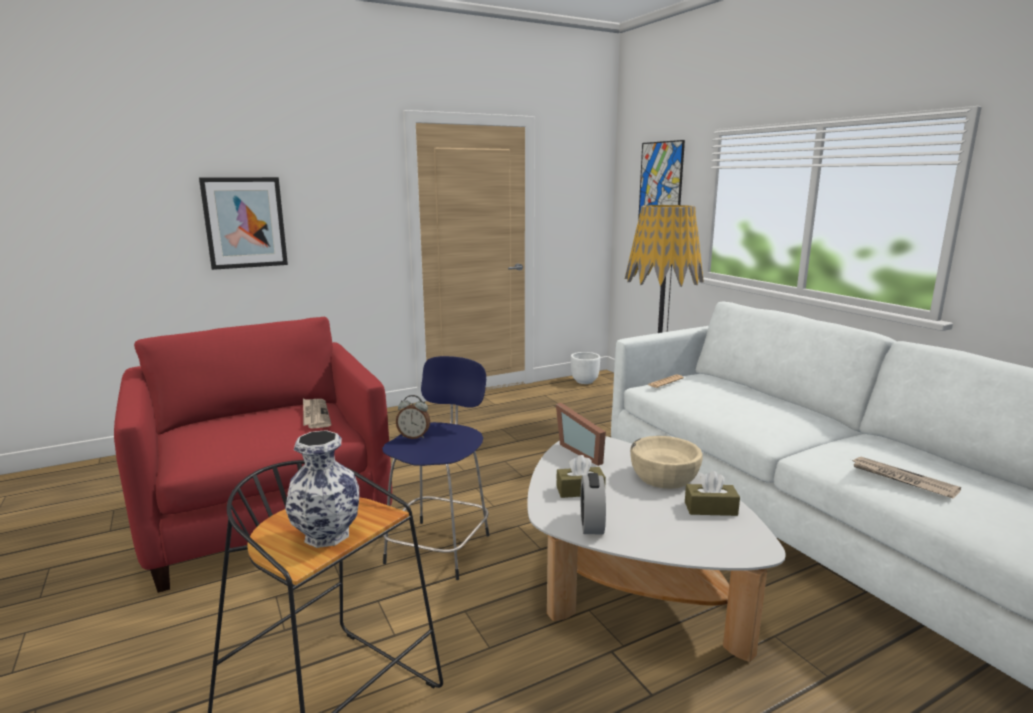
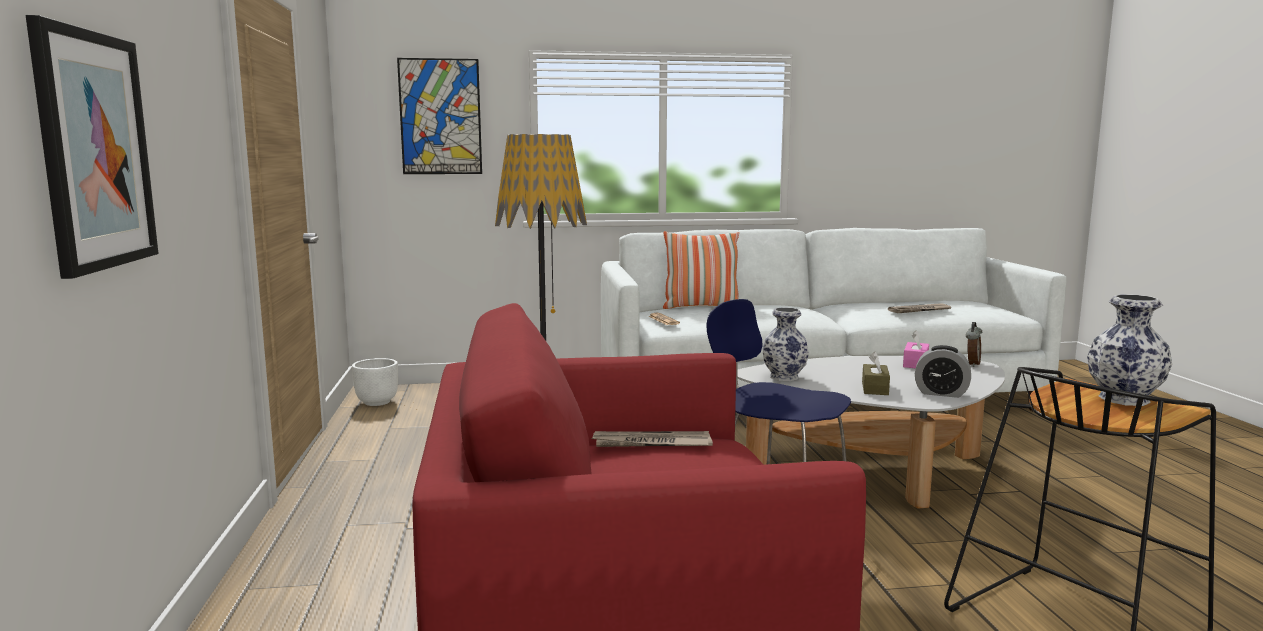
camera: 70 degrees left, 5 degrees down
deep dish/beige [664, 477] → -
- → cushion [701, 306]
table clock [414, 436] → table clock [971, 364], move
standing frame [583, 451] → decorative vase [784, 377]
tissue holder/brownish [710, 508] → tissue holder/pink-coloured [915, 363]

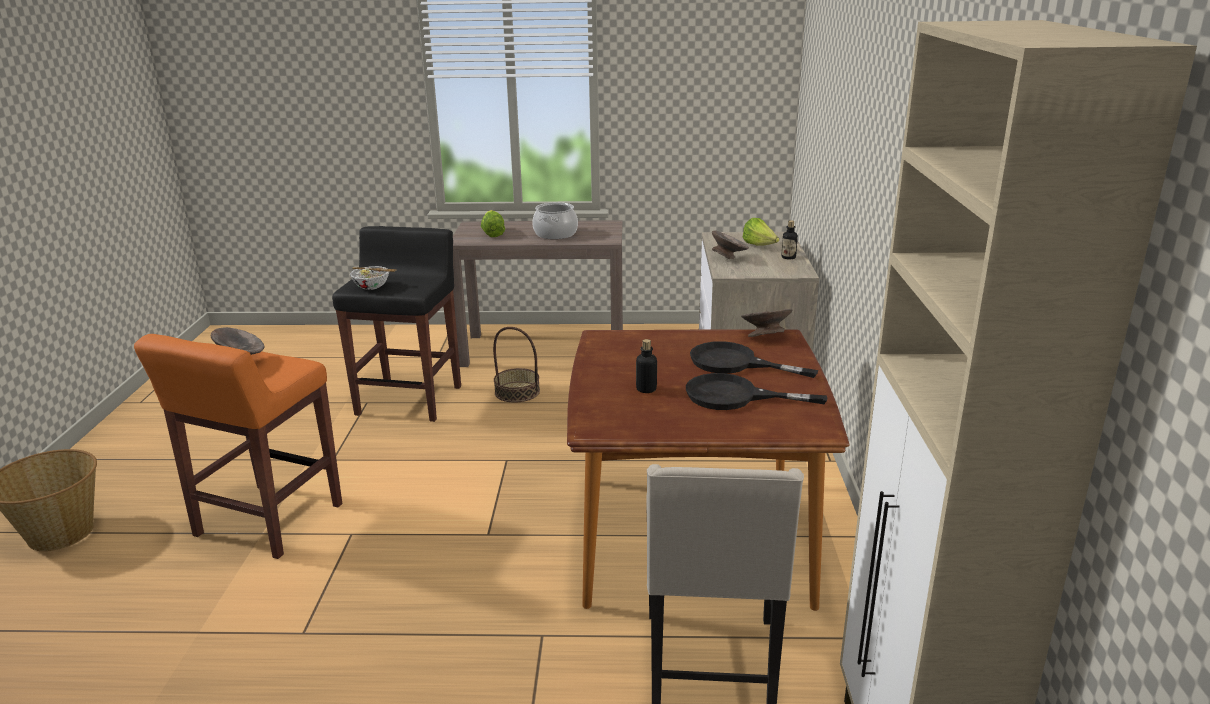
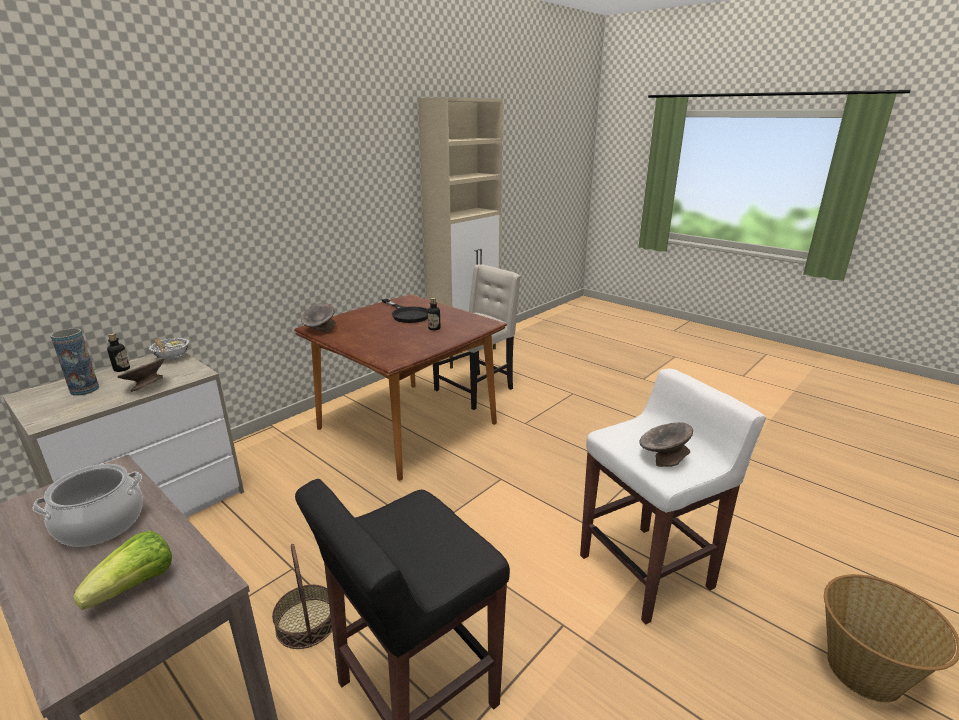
camera: 140 degrees left, 0 degrees up
skillet/black-coloured [734, 363] → -
deep dish [372, 287] → deep dish [172, 358], move
head of lettuce [759, 246] → decorative vase [84, 389]
stool seat/orangey [267, 521] → stool seat/white-coloured [647, 571]

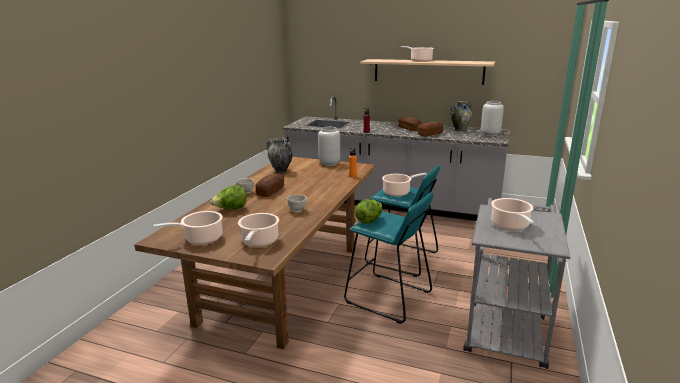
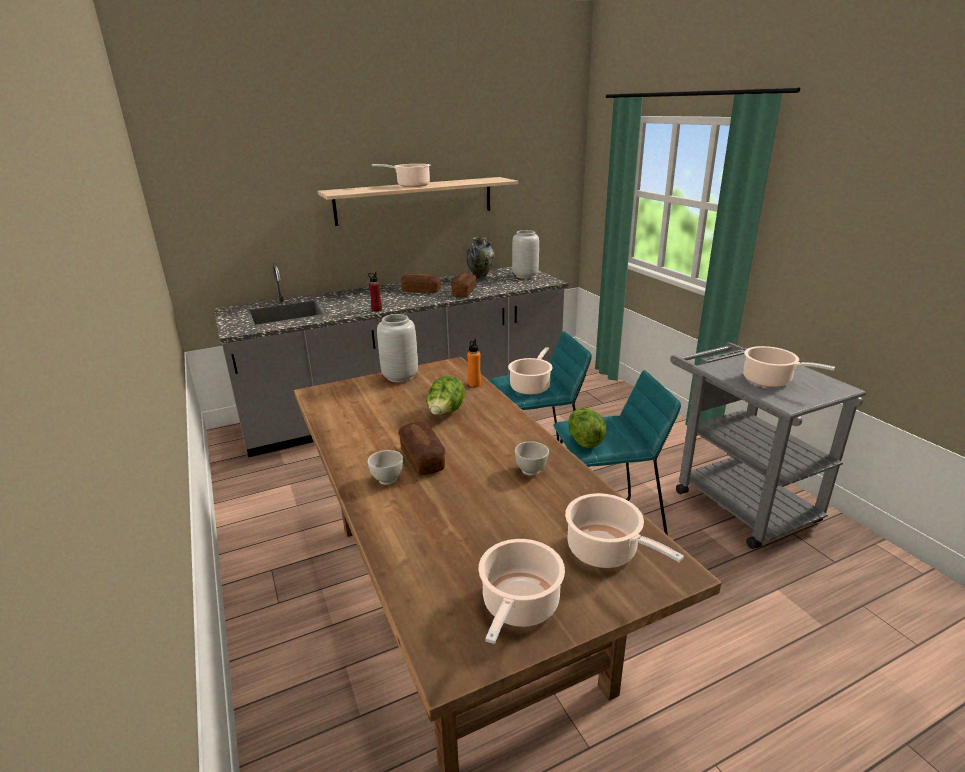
camera: 45 degrees left, 5 degrees up
decorative vase [281, 171] → -
head of lettuce [231, 209] → head of lettuce [445, 413], move

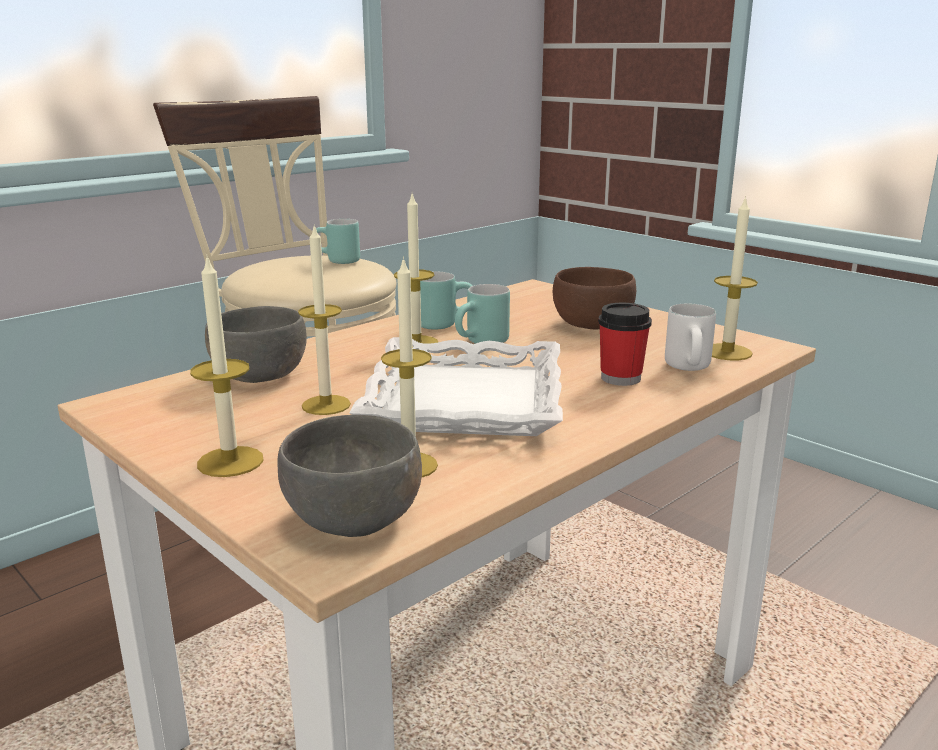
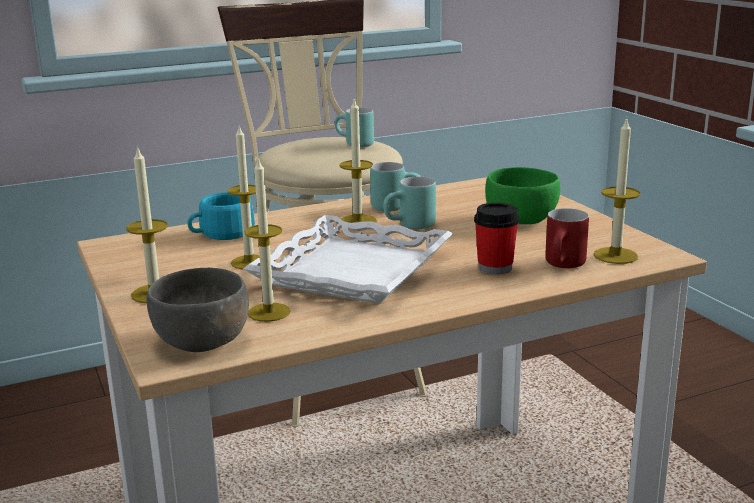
camera: 20 degrees right, 0 degrees up
deep dish/greyish [258, 375] → small cup/blue-green [221, 234]
deep dish/brownish [593, 324] → deep dish/green [522, 219]
tea mug/white-coloured [692, 369] → tea mug/red [565, 266]

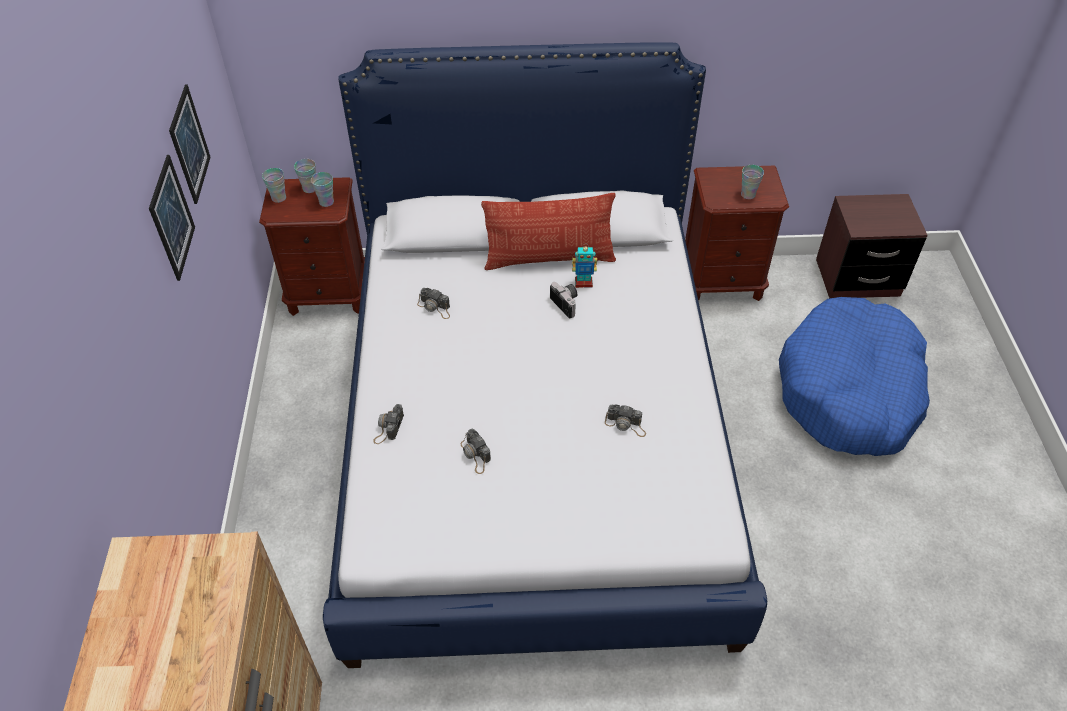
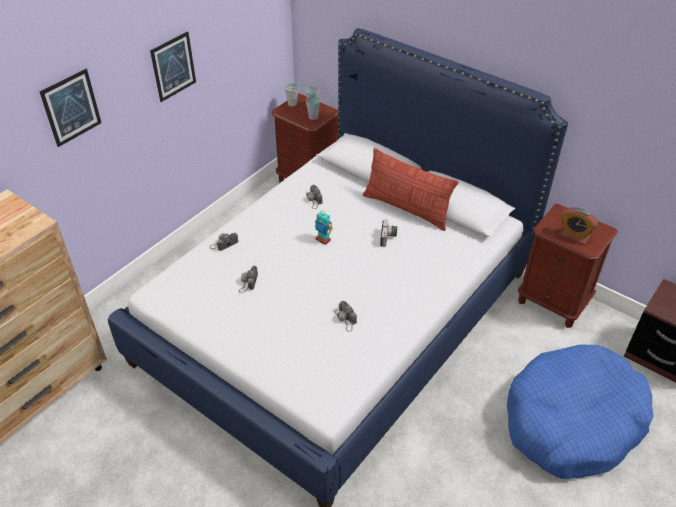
camera: 40 degrees right, 5 degrees down
wall art [189, 144] → wall art [71, 107], move
model robot [583, 283] → model robot [323, 239], move
small cup [748, 195] → table clock [573, 236]

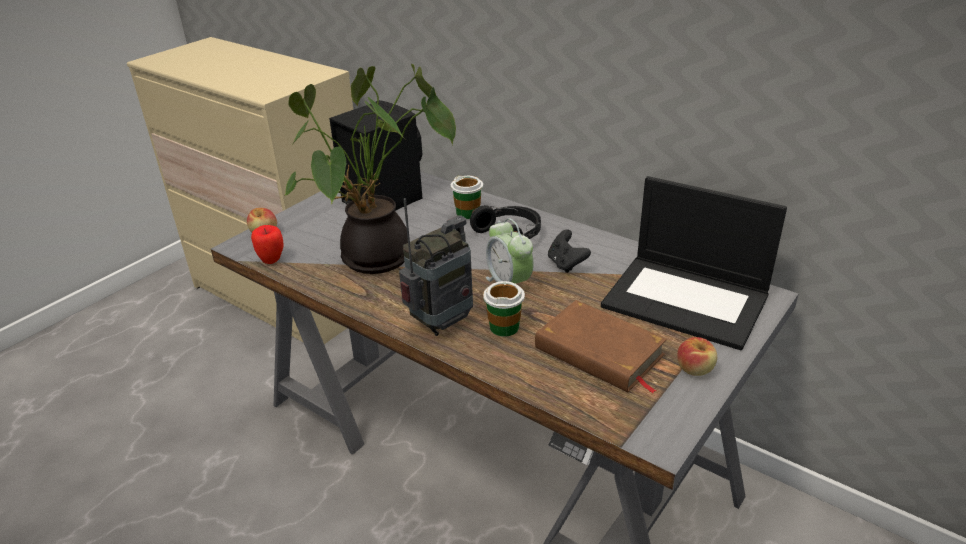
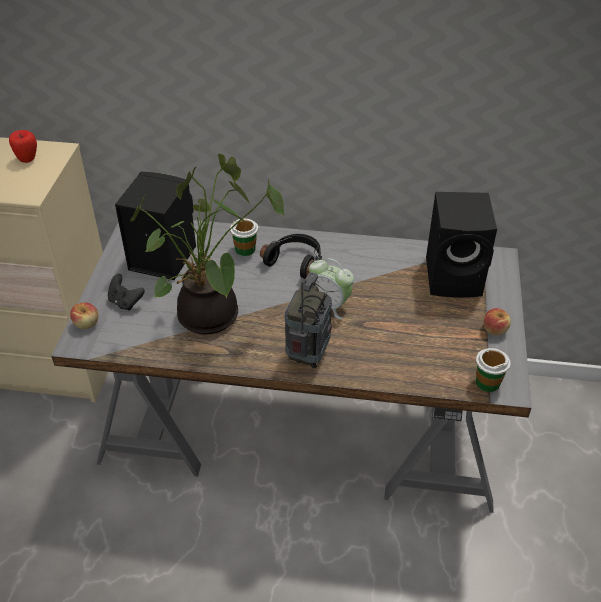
camera: 30 degrees left, 10 degrees up
bound book/brownish [599, 352] → -
whole apple [271, 260] → whole apple [27, 159], move
small cup [504, 327] → small cup [487, 382], move
gamepad/black-coloured [566, 264] → gamepad/black-coloured [125, 302], move
laptop [687, 300] → audio speaker/black-coloured [456, 277]

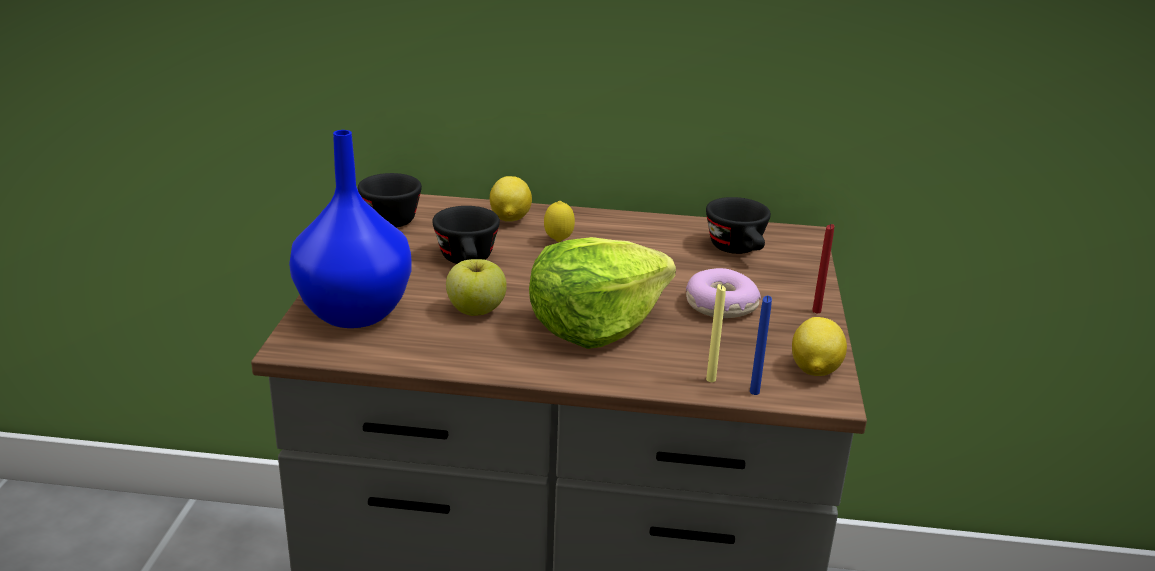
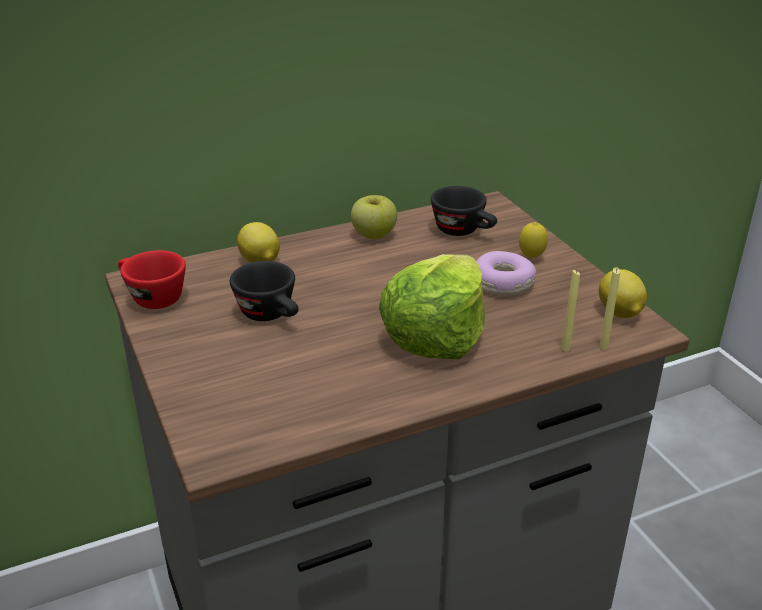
camera: 30 degrees left, 5 degrees up
decorative vase/blue-coloured [356, 312] → -
candle/red [816, 311] → -
whole apple [476, 310] → whole apple [373, 235], move
lemon [558, 241] → lemon [531, 258], move
small cup/black-coloured [388, 217] → small cup/red [151, 297]
candle/blue-coloured [754, 392] → candle/yellow [603, 347]

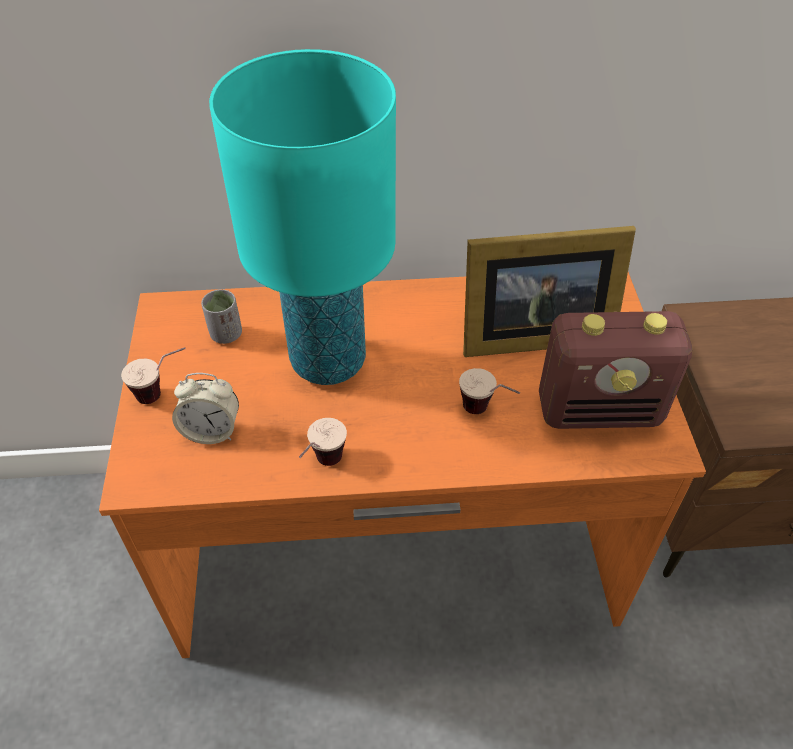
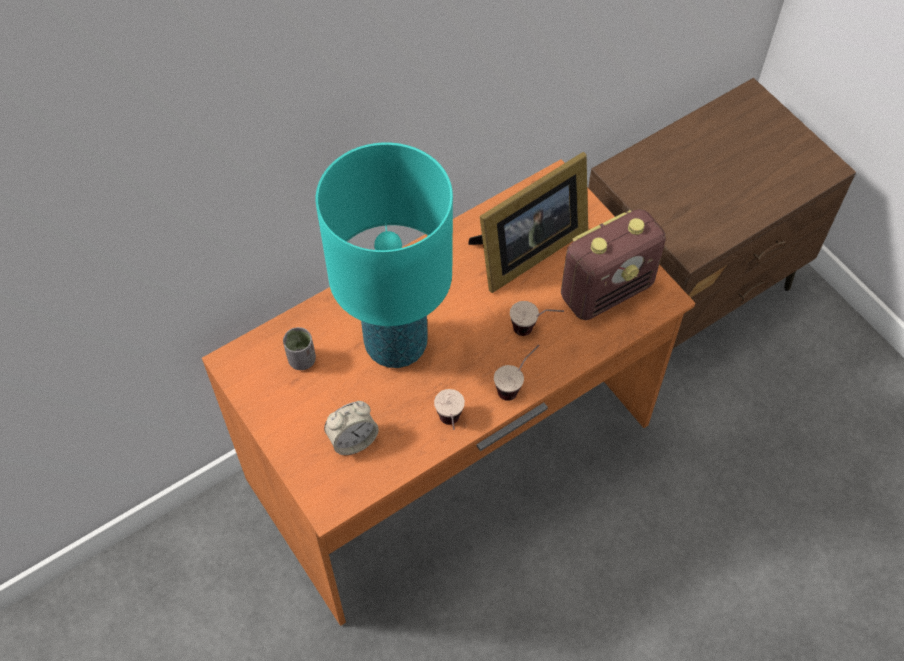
camera: 30 degrees left, 10 degrees up
small cup [163, 393] → small cup [516, 385], move

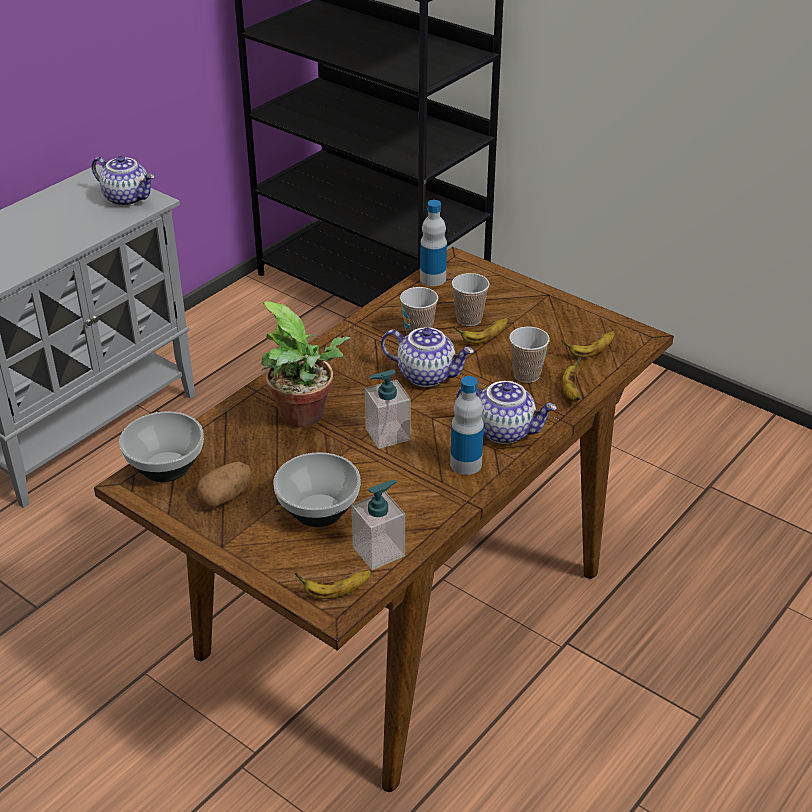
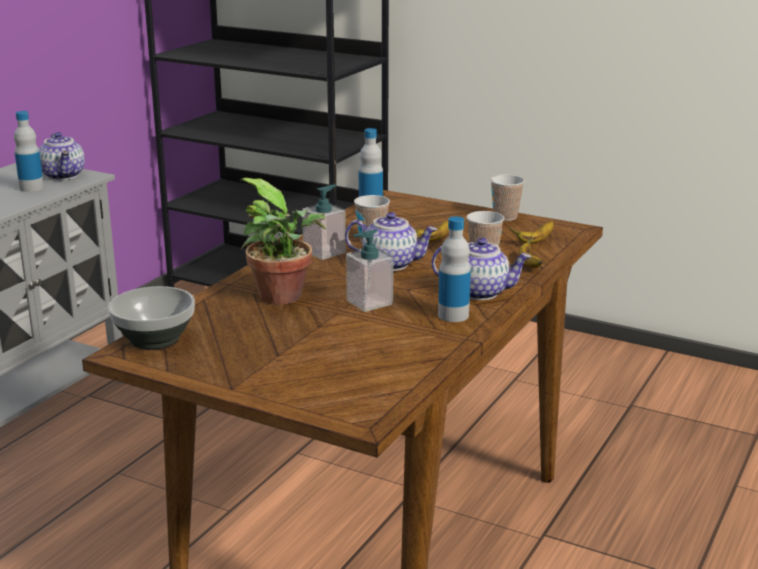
camera: 10 degrees left, 15 degrees down
whole potato [226, 496] → -
deep dish [317, 511] → -
banana fruit [335, 593] → -
- → drink bottle [31, 188]
liquid soap bottle [379, 551] → liquid soap bottle [324, 252], move
small cup [469, 319] → small cup [505, 217], move
teapot [128, 198] → teapot [64, 175], 45 degrees clockwise

